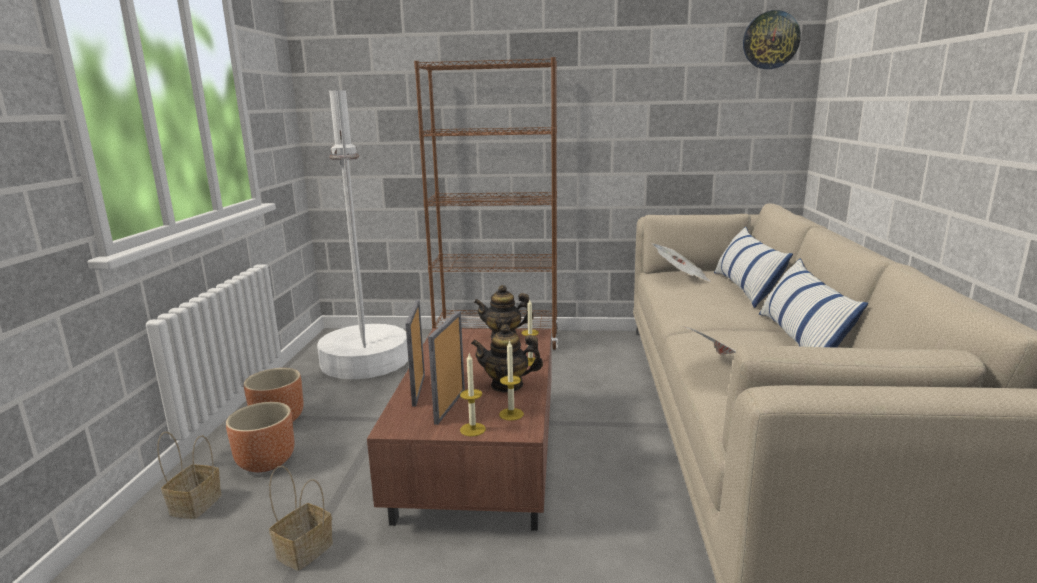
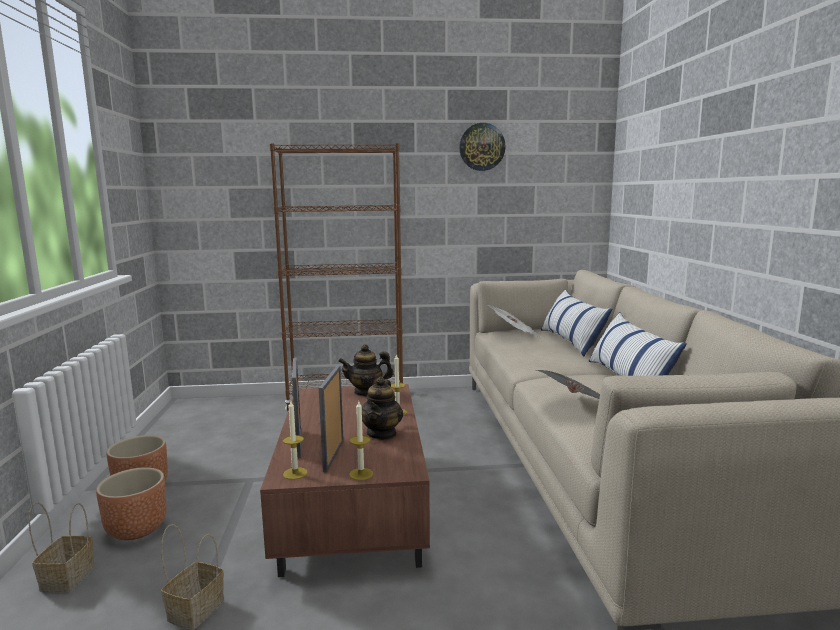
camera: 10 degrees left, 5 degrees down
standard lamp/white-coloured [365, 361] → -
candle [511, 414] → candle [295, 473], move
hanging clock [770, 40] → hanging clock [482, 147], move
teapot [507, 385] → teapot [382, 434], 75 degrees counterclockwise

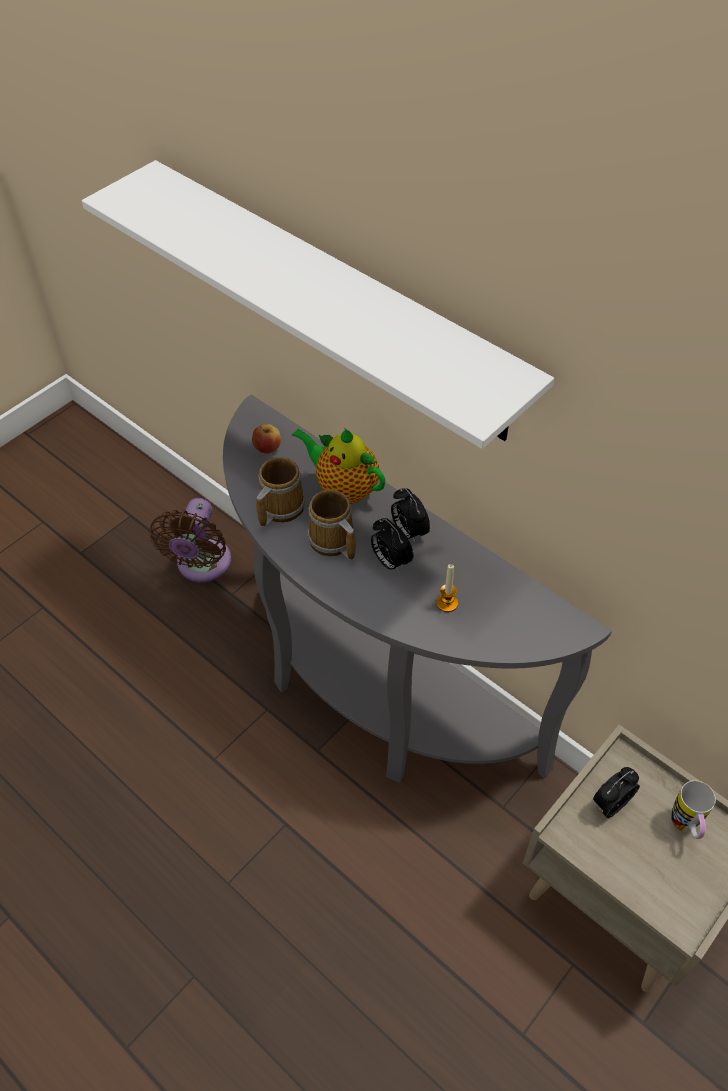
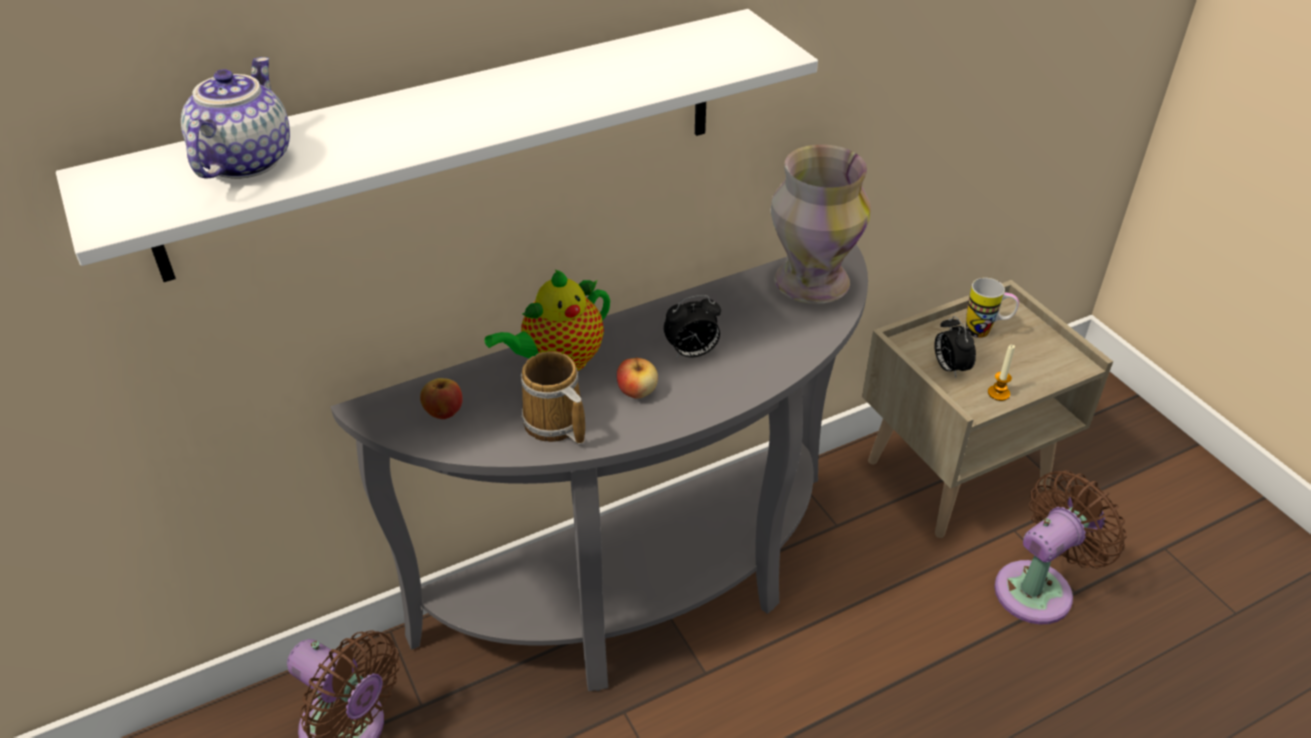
camera: 70 degrees left, 10 degrees down
table clock [408, 532] → -
- → teapot [244, 161]
- → decorative vase [809, 282]
- → fan/brownish [1039, 588]
candle [447, 603] → candle [998, 393], move
tea mug [332, 542] → whole apple [637, 391]

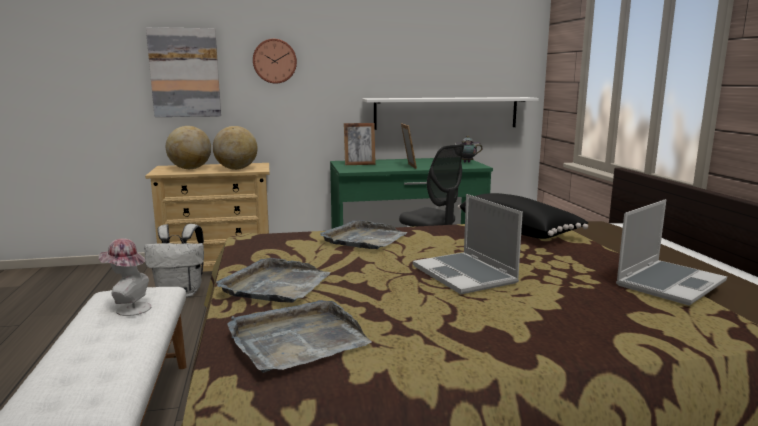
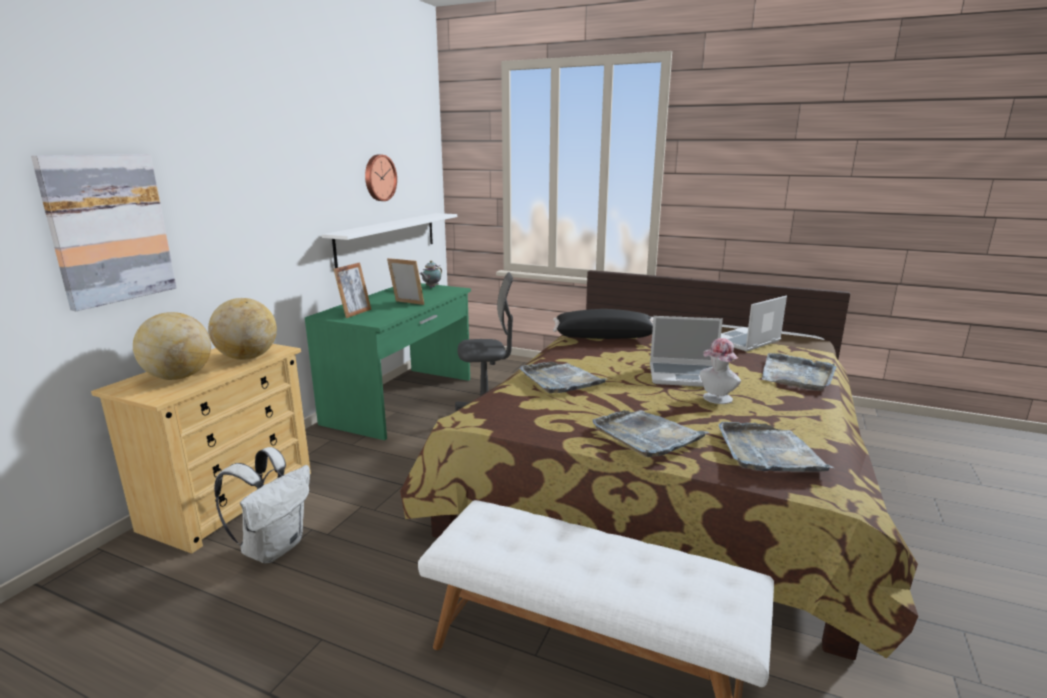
camera: 55 degrees left, 5 degrees up
- → serving tray/greyish [796, 375]
wearable hat [129, 309] → wearable hat [716, 399], move
hanging clock [274, 61] → hanging clock [379, 178], move
laptop [669, 283] → laptop [745, 341], 120 degrees counterclockwise

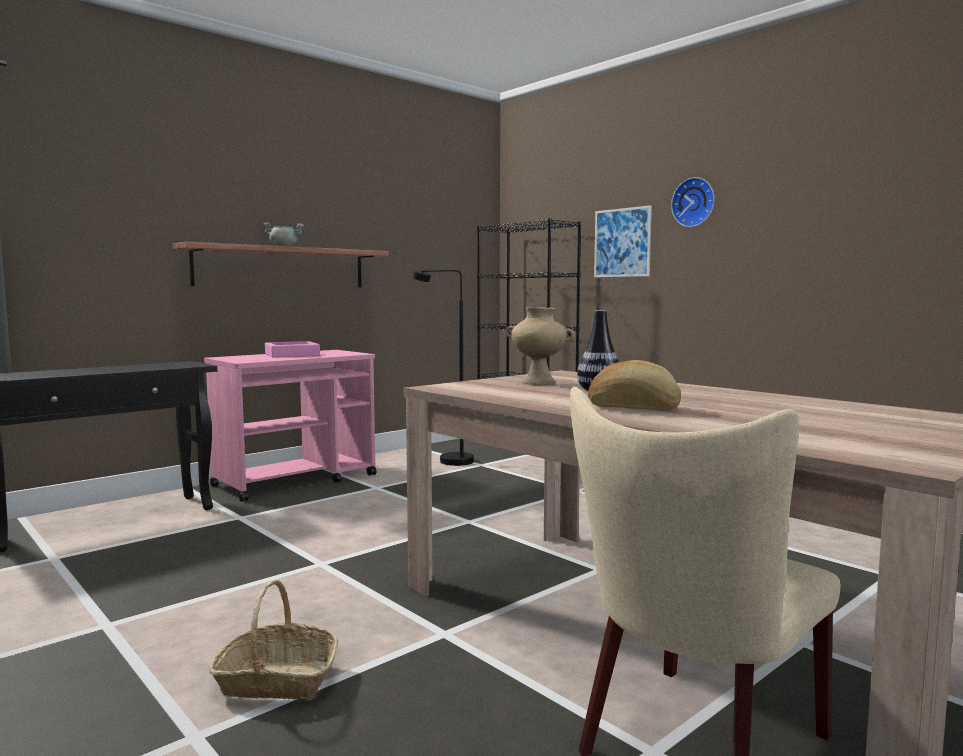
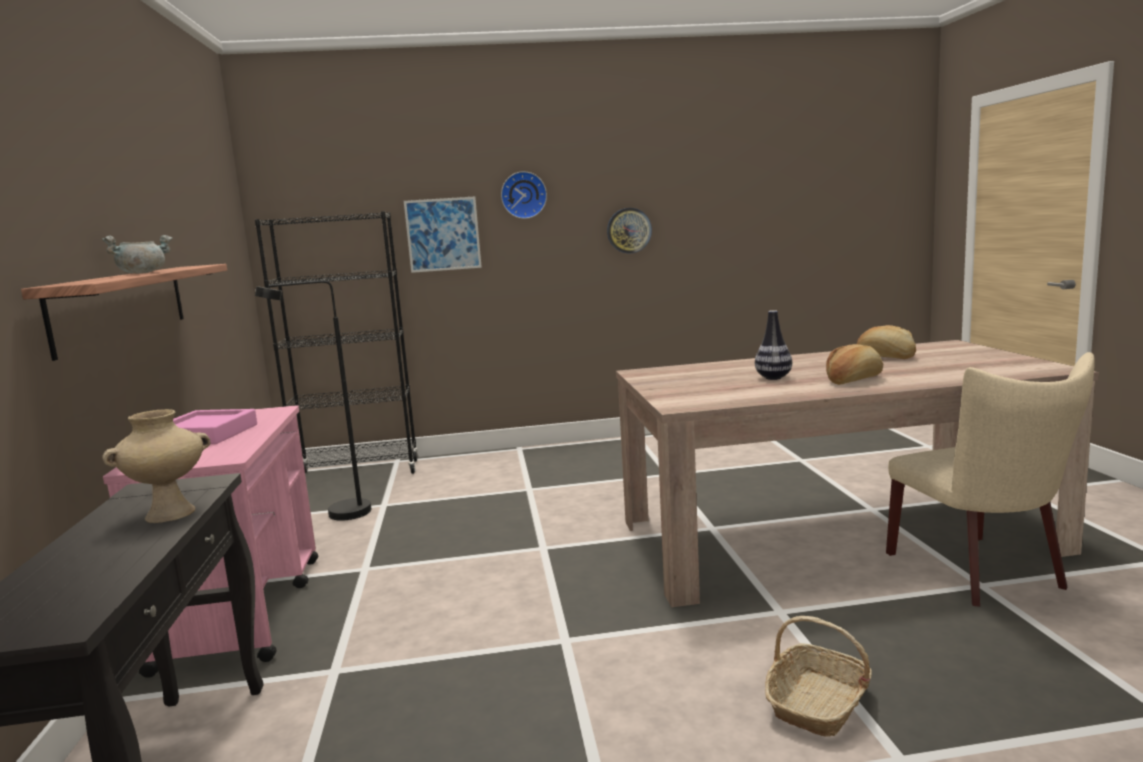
camera: 55 degrees left, 5 degrees up
- → hanging clock [629, 230]
- → baked bread [886, 356]
decorative vase/beige [540, 382] → decorative vase/beige [171, 513], move

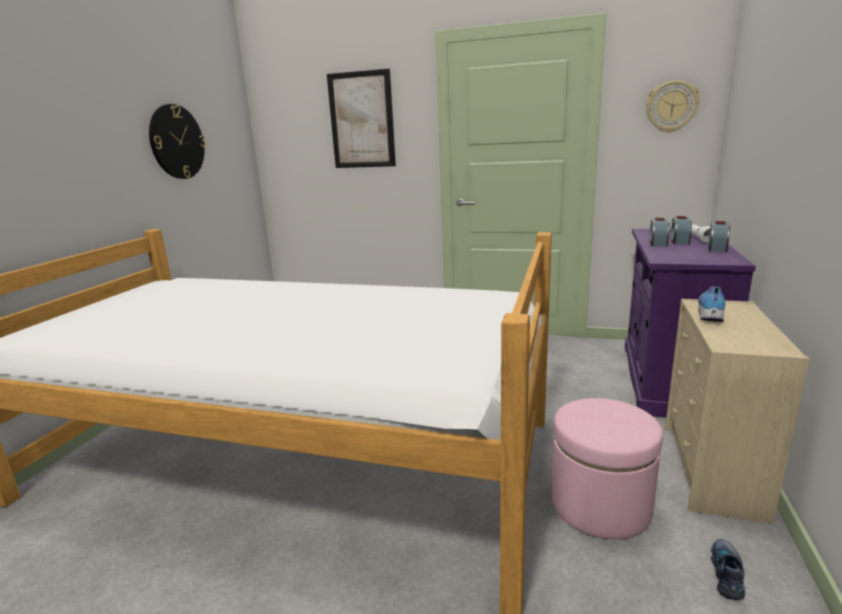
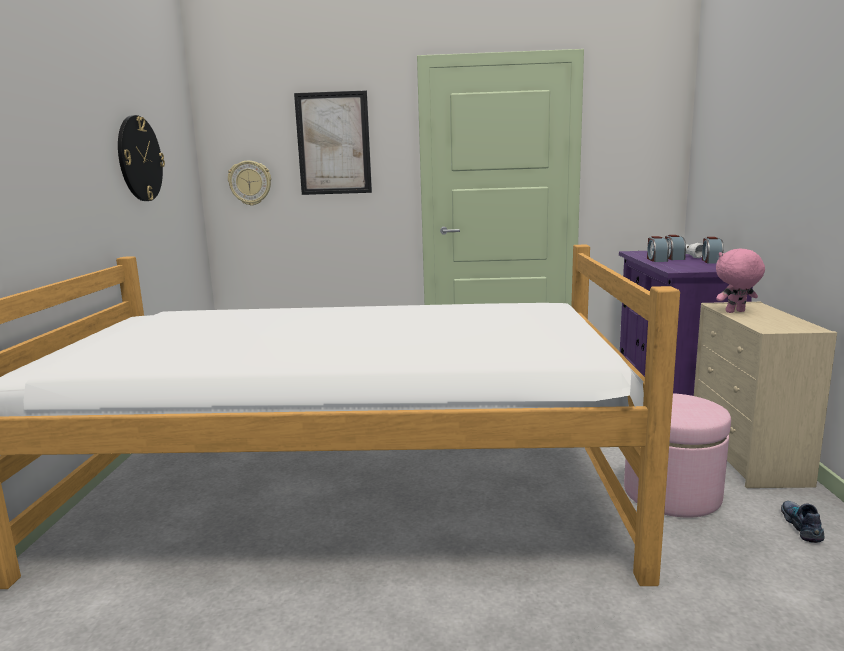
camera: 15 degrees left, 5 degrees down
hanging clock [671, 107] → hanging clock [250, 183], move
item of footwear [709, 315] → soft toy/pink-coloured [735, 312]

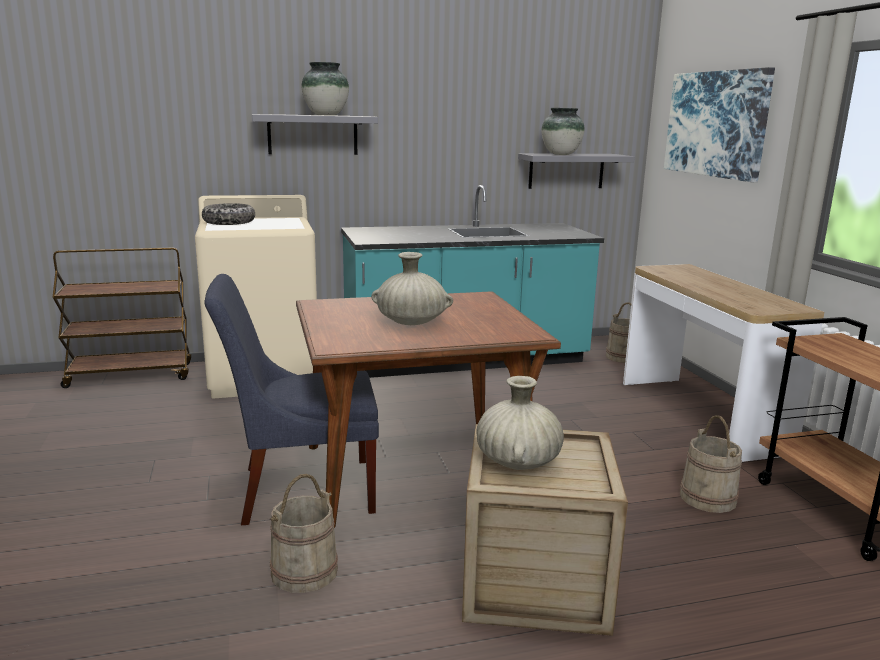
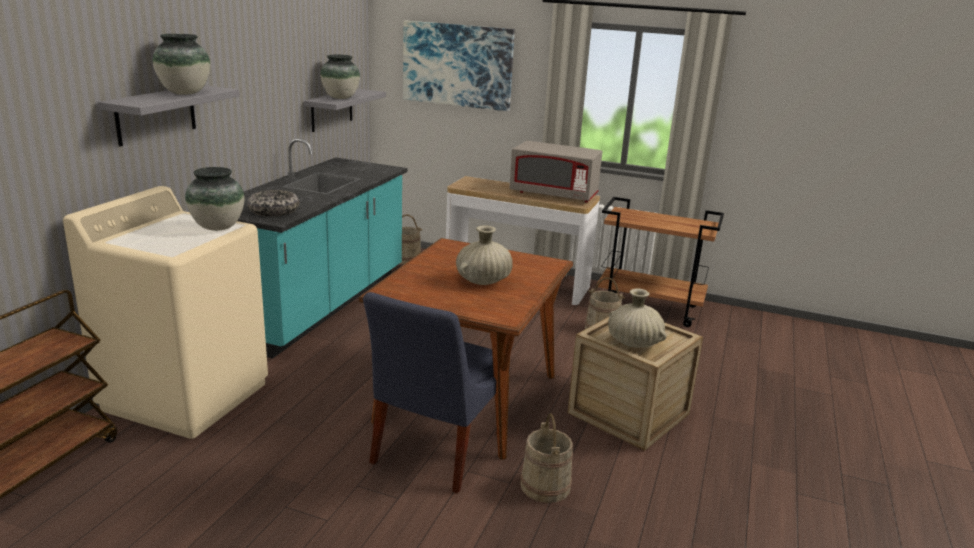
camera: 55 degrees left, 5 degrees up
- → decorative vase [218, 227]
- → microwave/greyish [554, 194]
deep dish [229, 222] → deep dish [274, 211], move

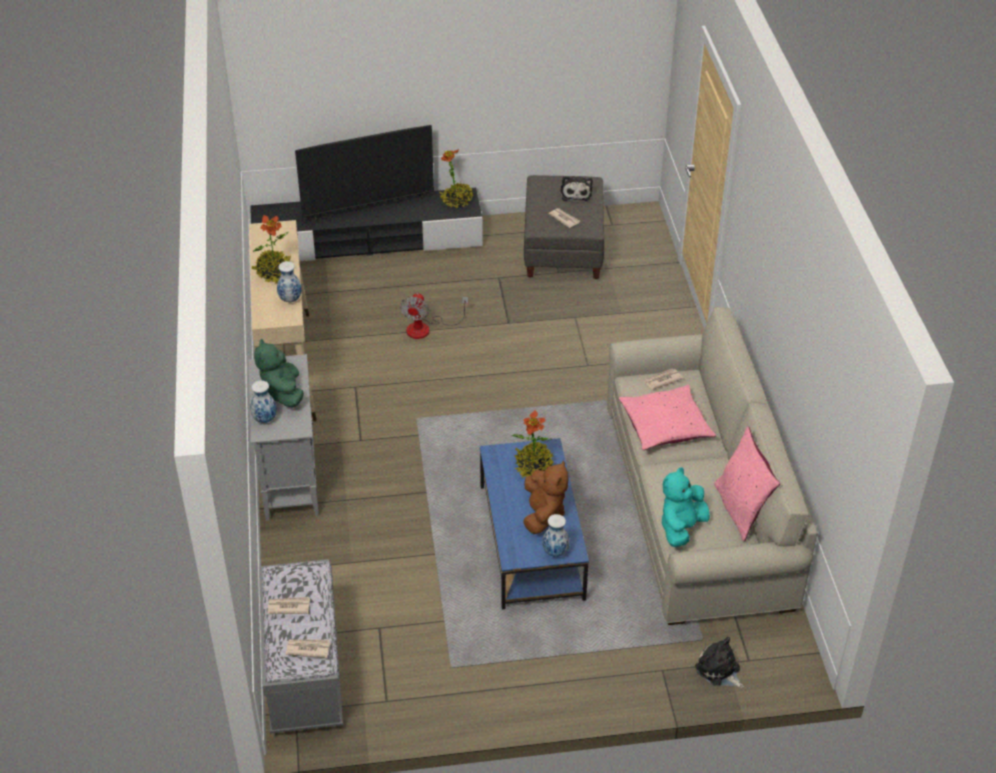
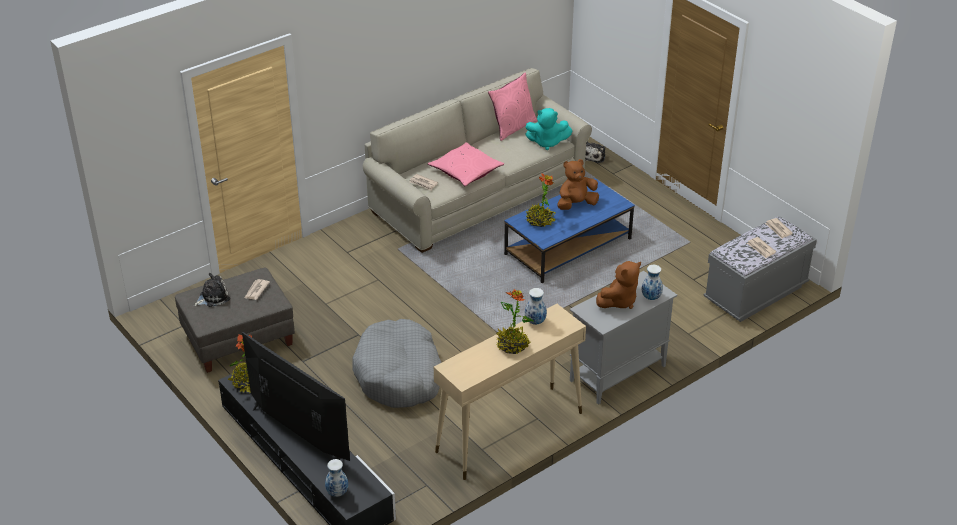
camera: 120 degrees left, 5 degrees down
decorative vase [555, 551] → decorative vase [337, 492], move
fan [426, 328] → dog cushion/greyish [399, 375]
soft toy/green [282, 393] → soft toy/brownish [619, 301]

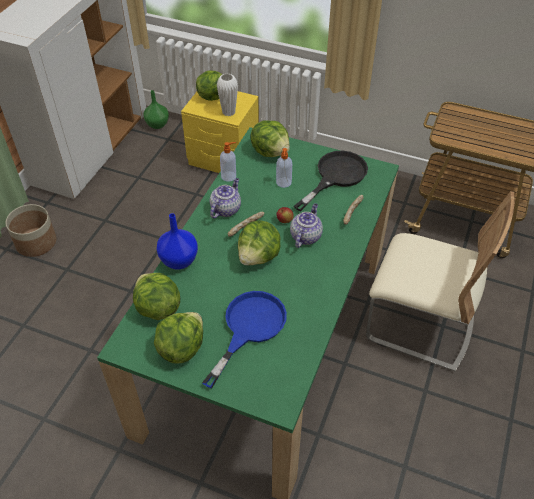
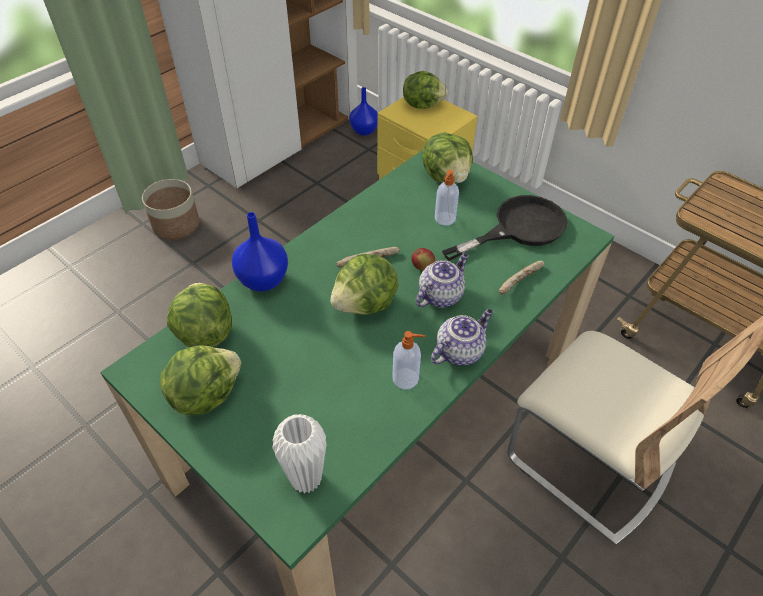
camera: 20 degrees right, 0 degrees up
skillet/blue-coloured [249, 328] → -
teapot [225, 209] → teapot [459, 351], move
decorative vase/white-coloured [228, 112] → decorative vase/white-coloured [306, 479], move
liquid soap bottle [229, 176] → liquid soap bottle [406, 379], move
decorative vase/green [157, 124] → decorative vase/blue-coloured [364, 130]

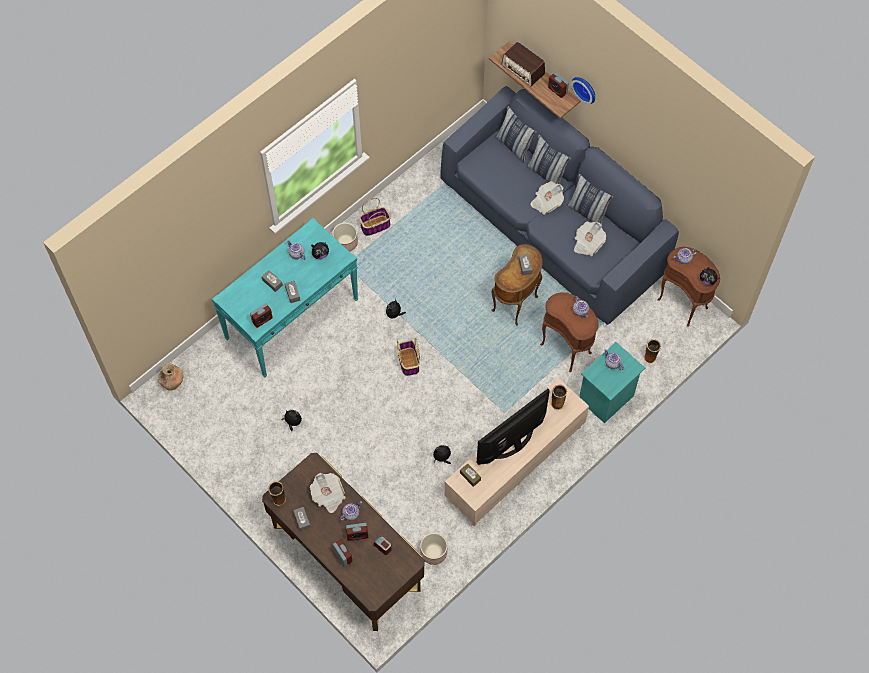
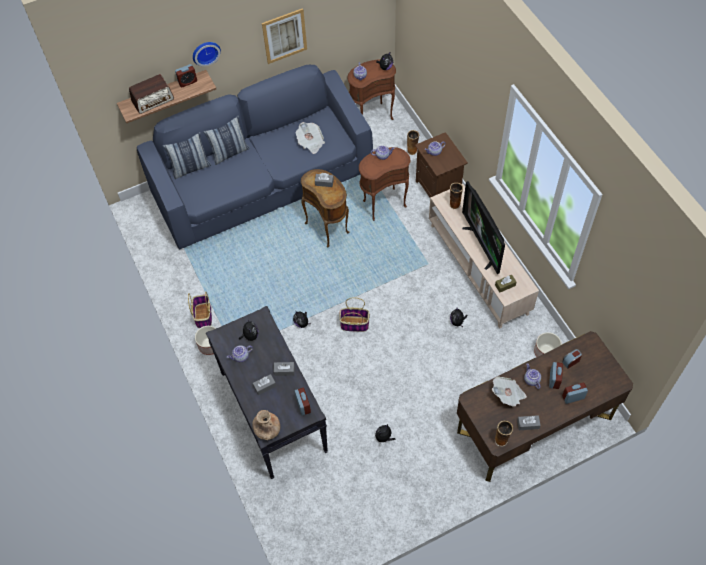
camera: 70 degrees left, 5 degrees down
newspaper [546, 202] → -
cushion [587, 212] → -
- → wall art [284, 36]
decorative vase/brownish [172, 381] → decorative vase/brownish [267, 430], move
hall table/blue-green [292, 318] → hall table/black-coloured [272, 411]
night table/blue-green [607, 398] → night table/brownish [438, 189]

